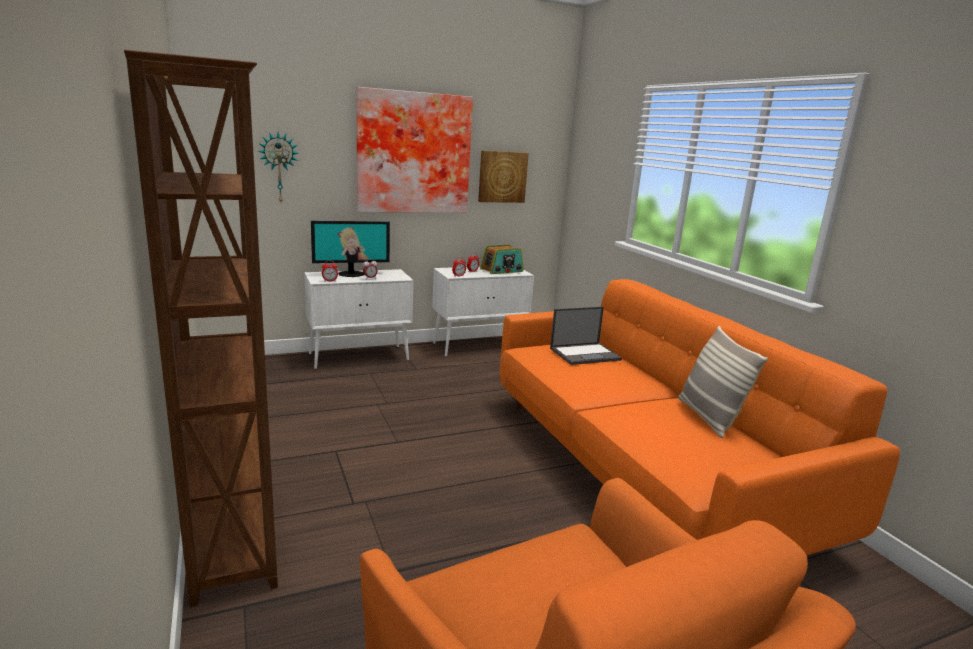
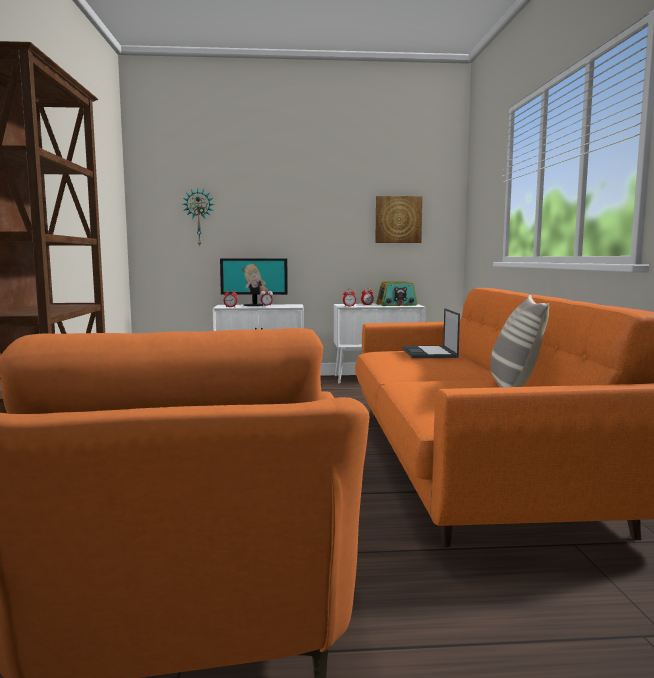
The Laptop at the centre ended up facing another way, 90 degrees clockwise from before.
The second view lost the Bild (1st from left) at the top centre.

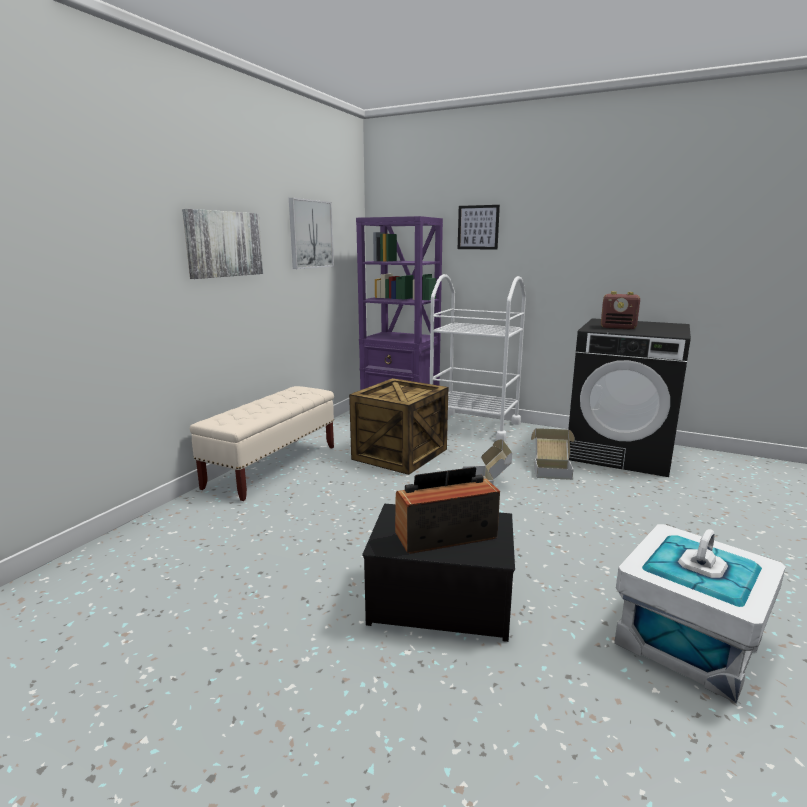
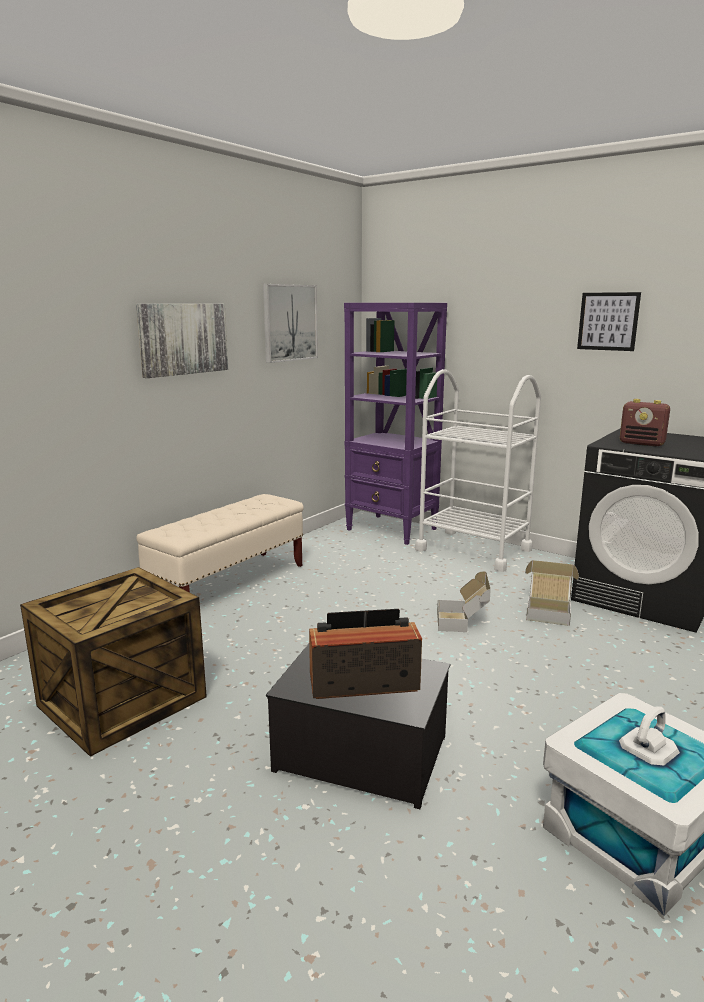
The Kiste ended up elsewhere, having gone from the centre to the middle left.
The Bild (3rd from left) ended up elsewhere, having gone from the top centre to the top right.

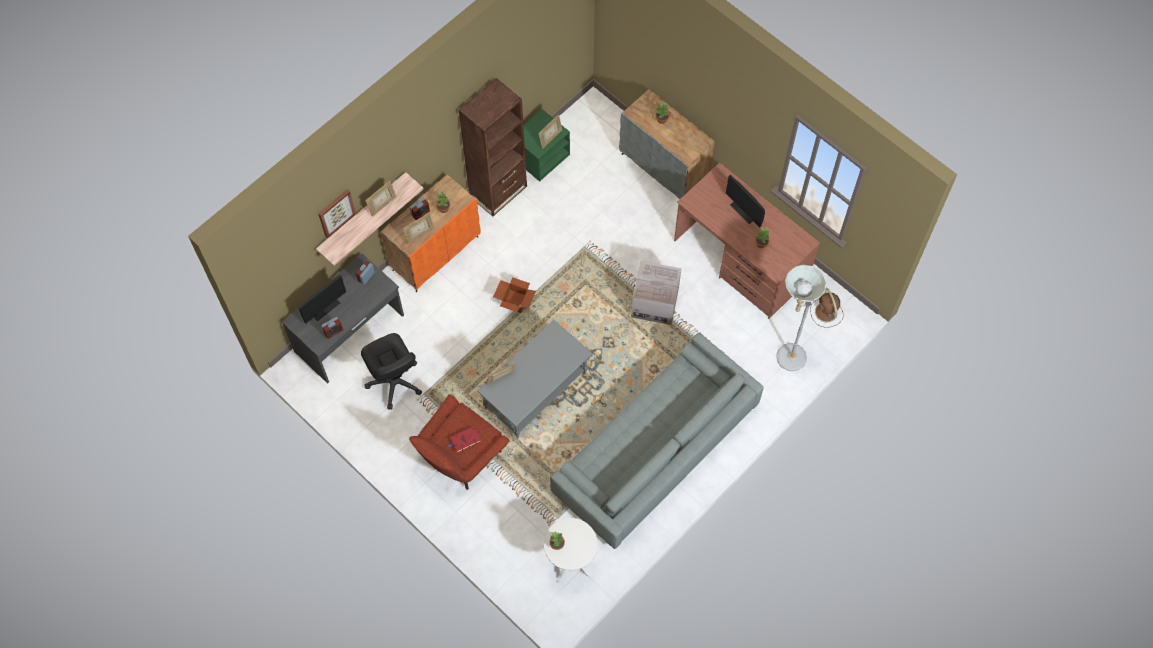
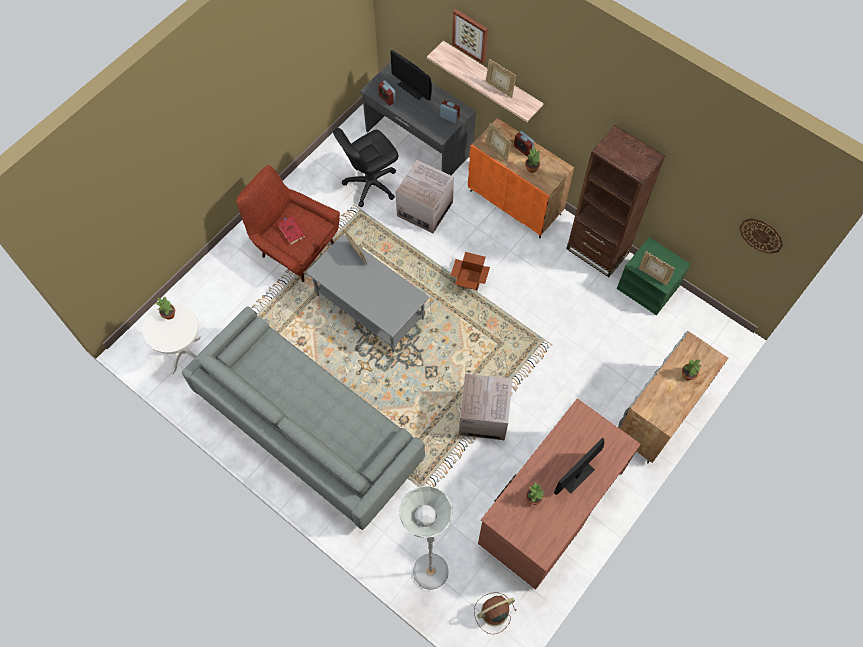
The second view gained the Karton (1st from left) at the top centre.
The second view gained the Wanduhr at the middle right.

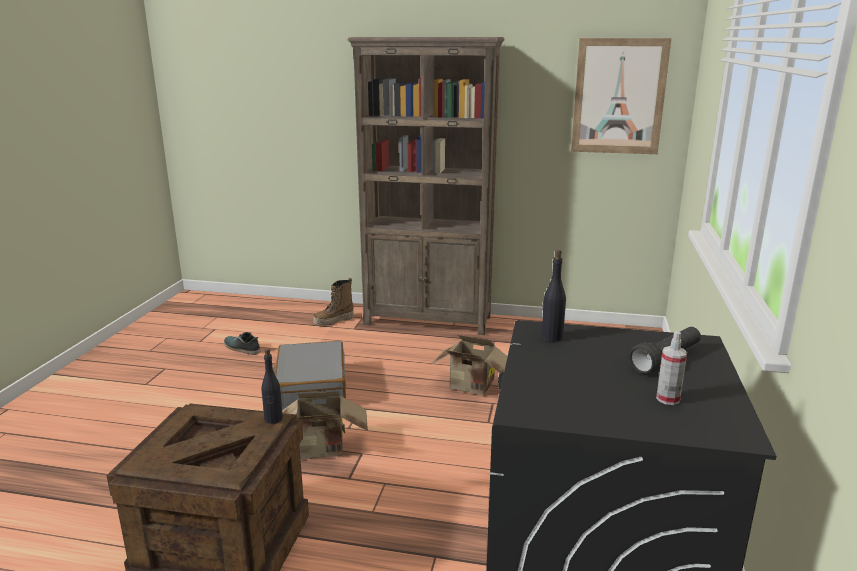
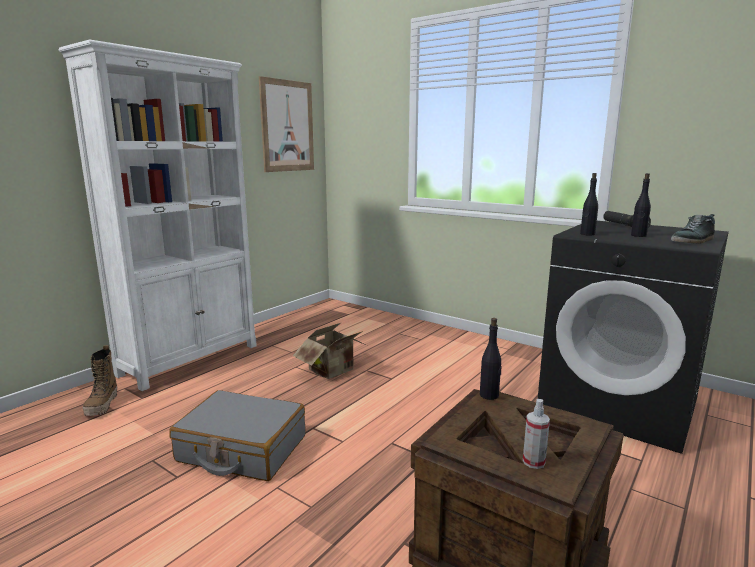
What was the Bücherregal [braun] at the top centre turned into the Bücherregal [weiß] at the middle left.
The Sprühflasche ended up elsewhere, having gone from the middle right to the bottom right.
The second view gained the Flasche [schwarz] (3rd from left) at the middle right.
The Schuh ended up elsewhere, having gone from the middle left to the middle right.
The second view lost the Karton (1st from left) at the bottom centre.

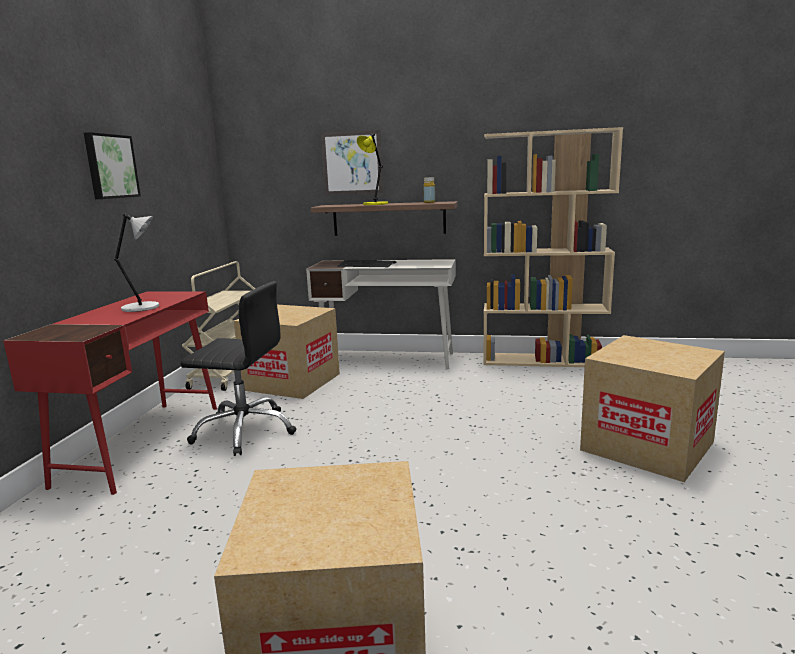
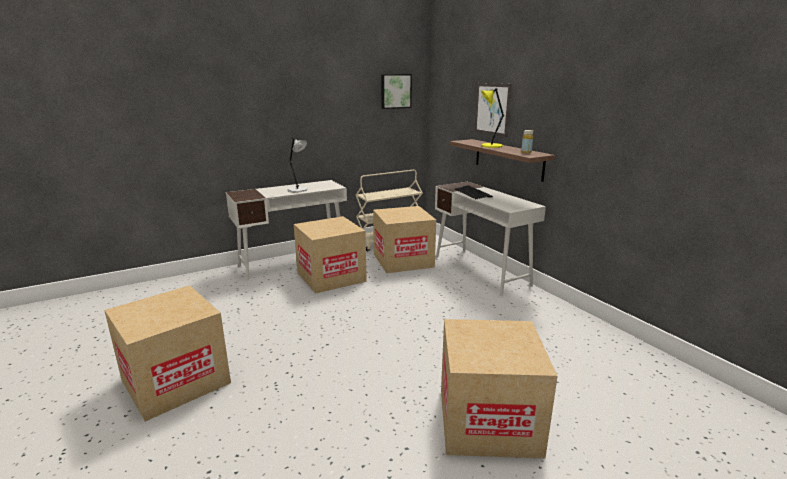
What was the Schreibtisch [rot] at the middle left turned into the Schreibtisch [weiß] (1st from left) at the centre.
Where the Bürostuhl [schwarz] stood at the middle left, the Karton (2nd from left) came to stand at the centre.
The Bild (1st from left) ended up elsewhere, having gone from the top left to the top centre.
The second view lost the Bücherregal [beige] at the middle right.

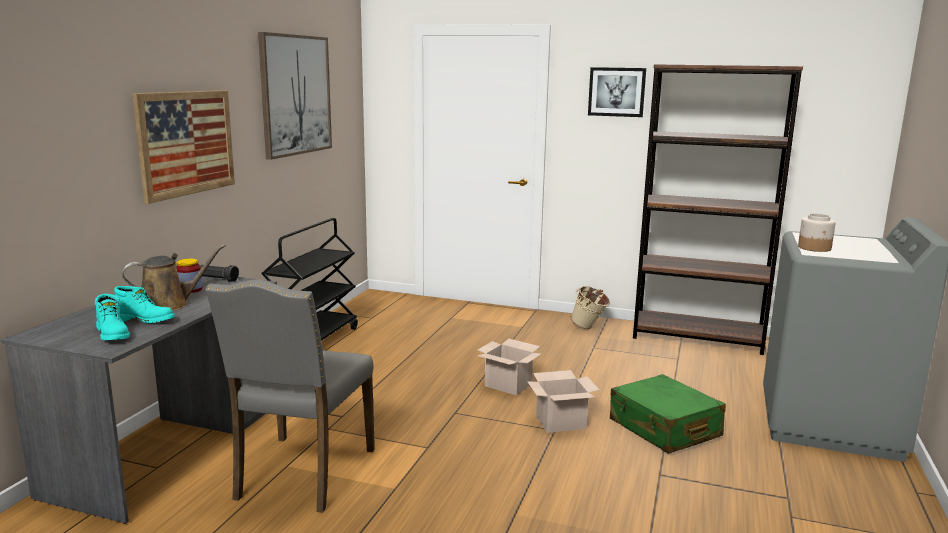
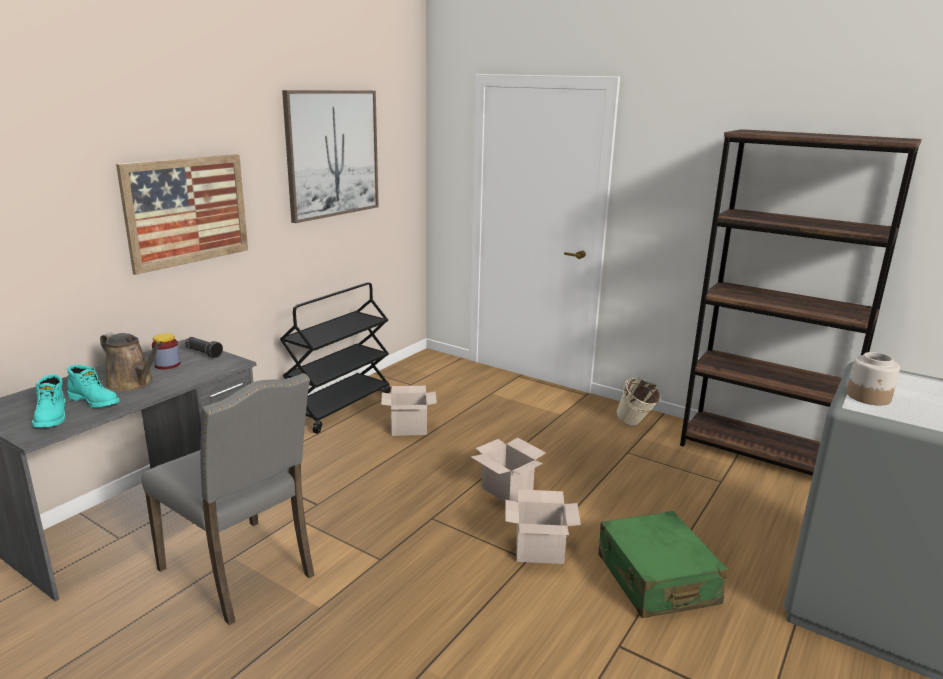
The Gießkanne [braun] at the middle left ended up facing another way, 45 degrees clockwise from before.
The Stuhl [grau] at the bottom left ended up facing another way, 75 degrees counterclockwise from before.
The second view gained the Karton (1st from left) at the centre.
The second view lost the Bild (3rd from left) at the top centre.

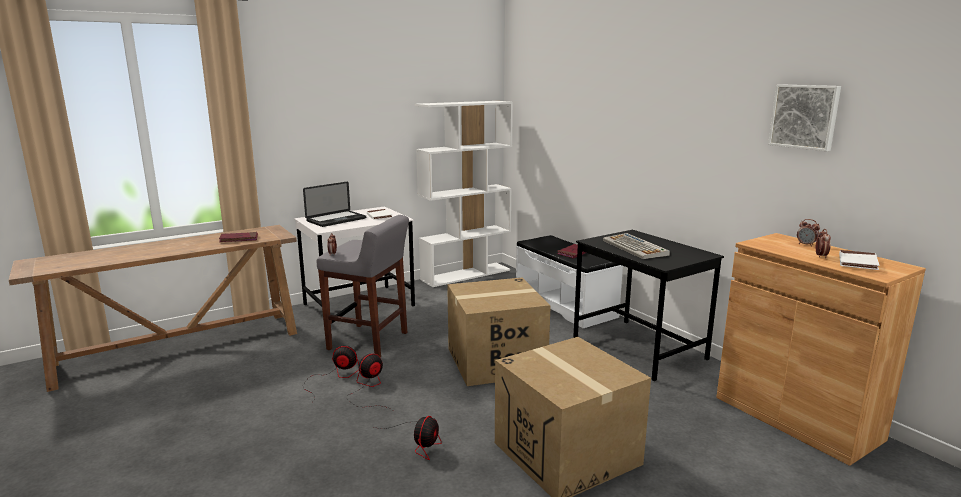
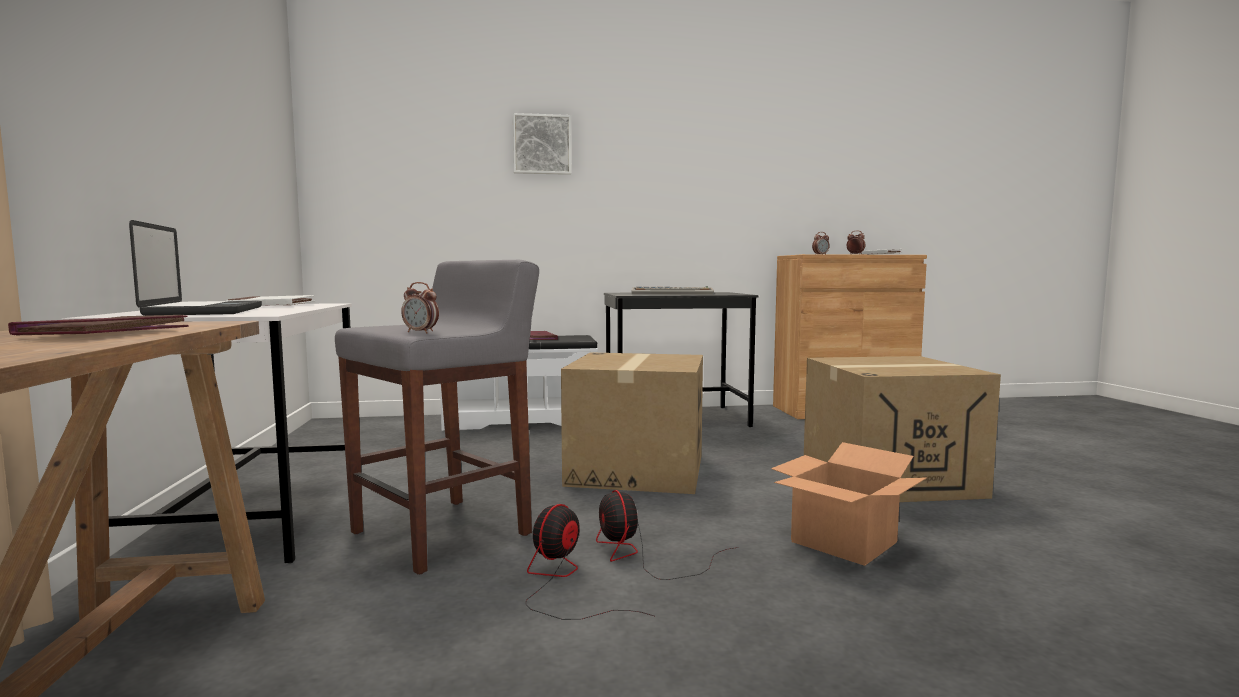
The Bild ended up elsewhere, having gone from the top right to the top centre.
Where the Ventilator (3rd from left) stood at the bottom centre, the Karton (2nd from left) came to stand at the bottom right.
The second view lost the Bücherregal [weiß] at the centre.

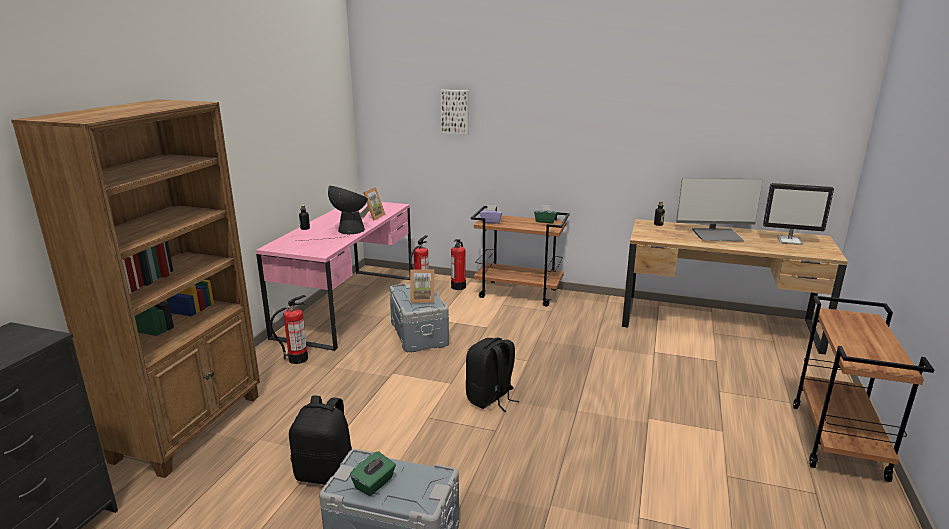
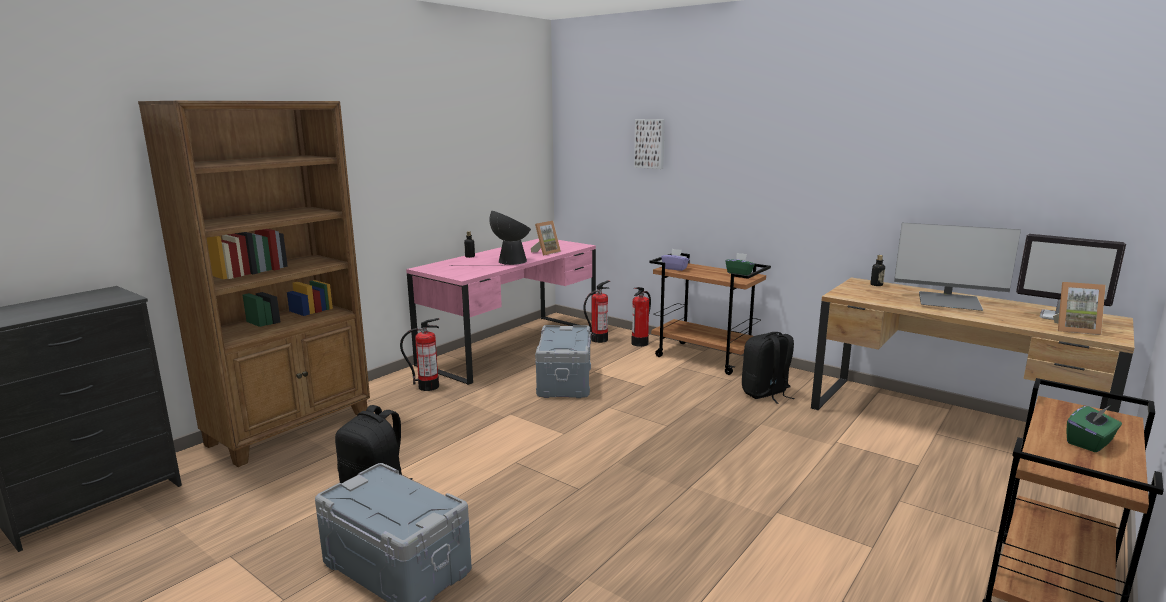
The Rucksack [schwarz] (2nd from left) ended up elsewhere, having gone from the bottom centre to the centre.
The Bilderrahmen (2nd from left) ended up elsewhere, having gone from the centre to the middle right.
The Taschentuchbox [grün] (1st from left in the first image) ended up elsewhere, having gone from the bottom centre to the bottom right.

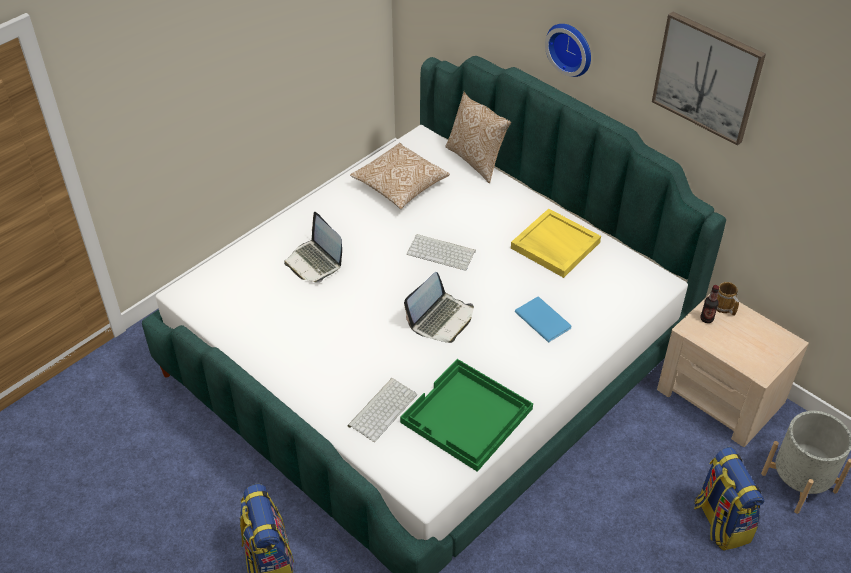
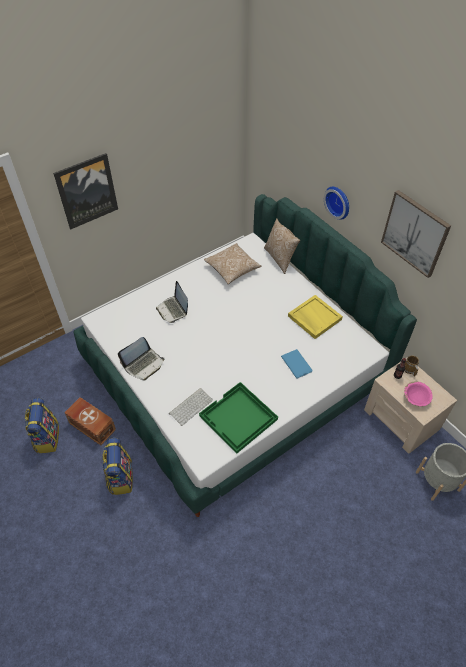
The Rucksack (2nd from left in the first image) ended up elsewhere, having gone from the bottom right to the middle left.
The second view gained the Bild (1st from left) at the top left.
The second view gained the Aufbewahrungsbox [braun] at the middle left.
The Laptop (2nd from left in the first image) ended up elsewhere, having gone from the centre to the middle left.
The second view gained the Schüssel [rosa] at the middle right.
The second view lost the Tastatur (2nd from left) at the centre.

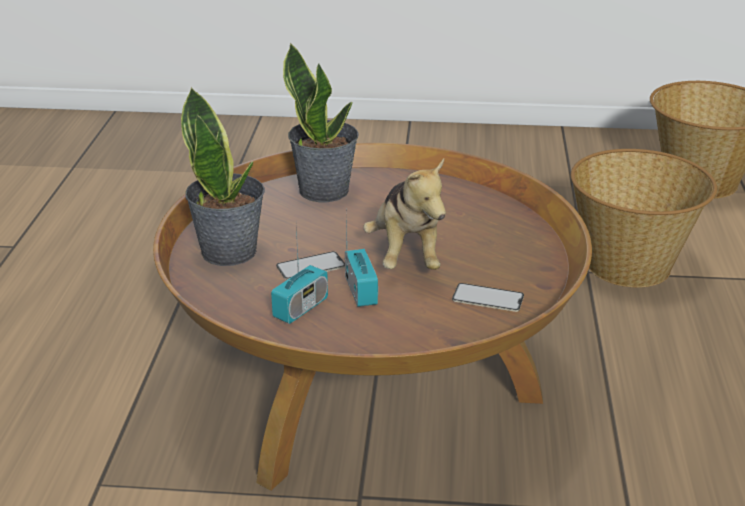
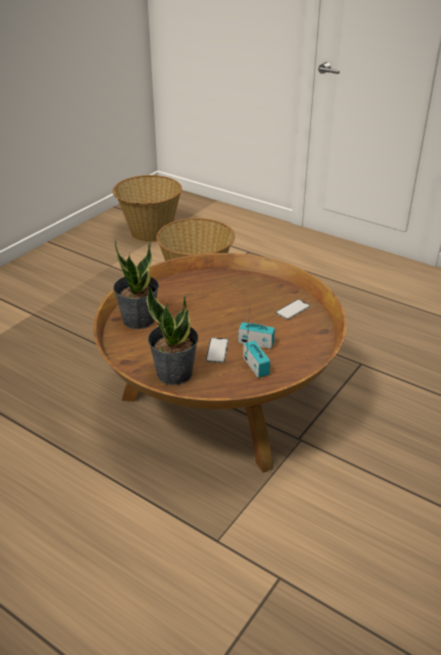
The second view lost the Plüschtier at the centre.

